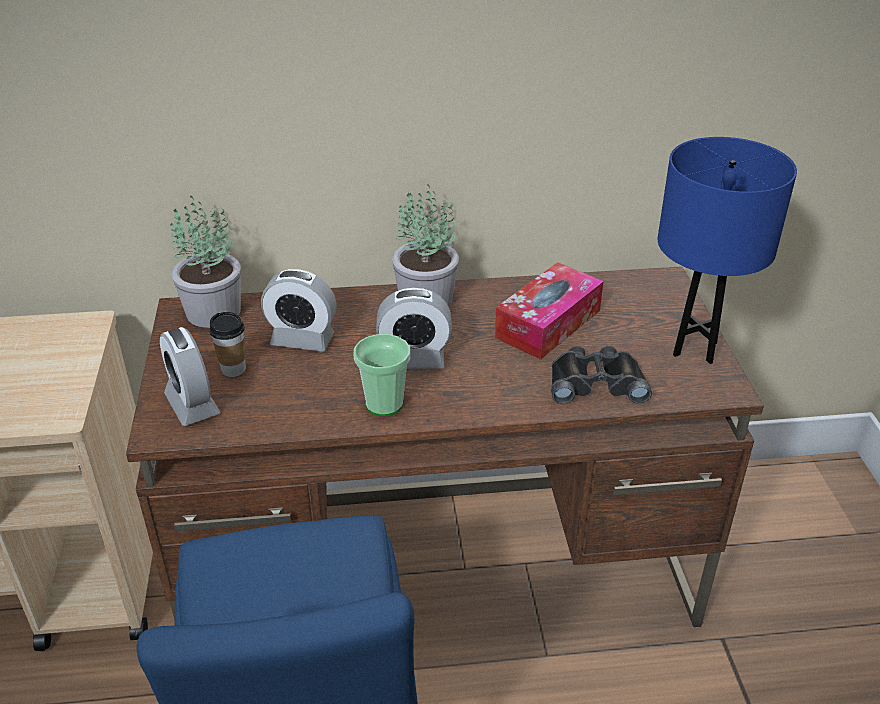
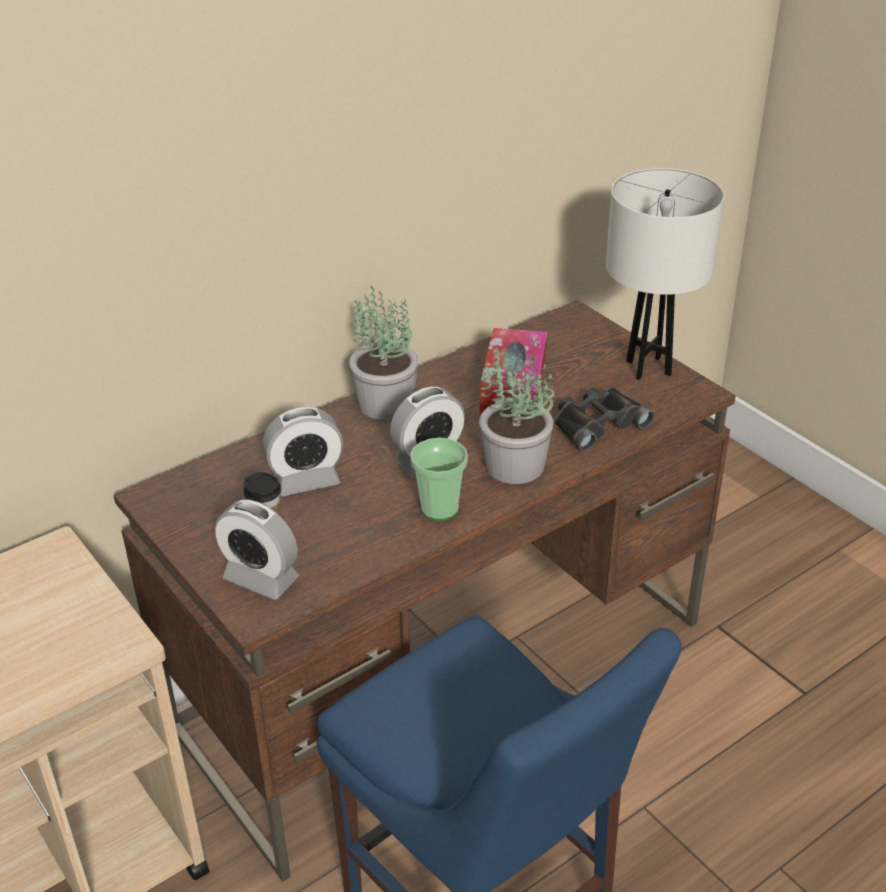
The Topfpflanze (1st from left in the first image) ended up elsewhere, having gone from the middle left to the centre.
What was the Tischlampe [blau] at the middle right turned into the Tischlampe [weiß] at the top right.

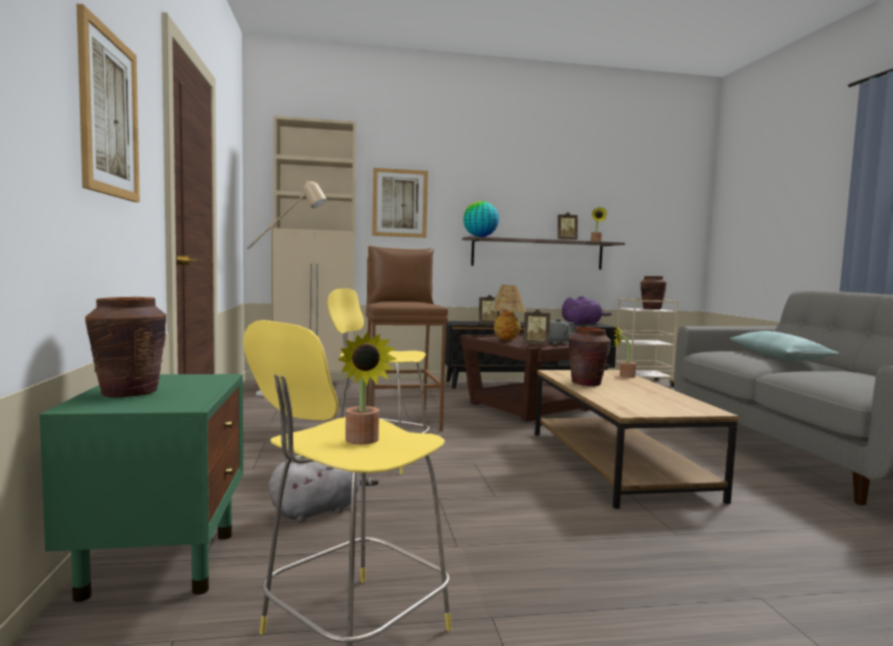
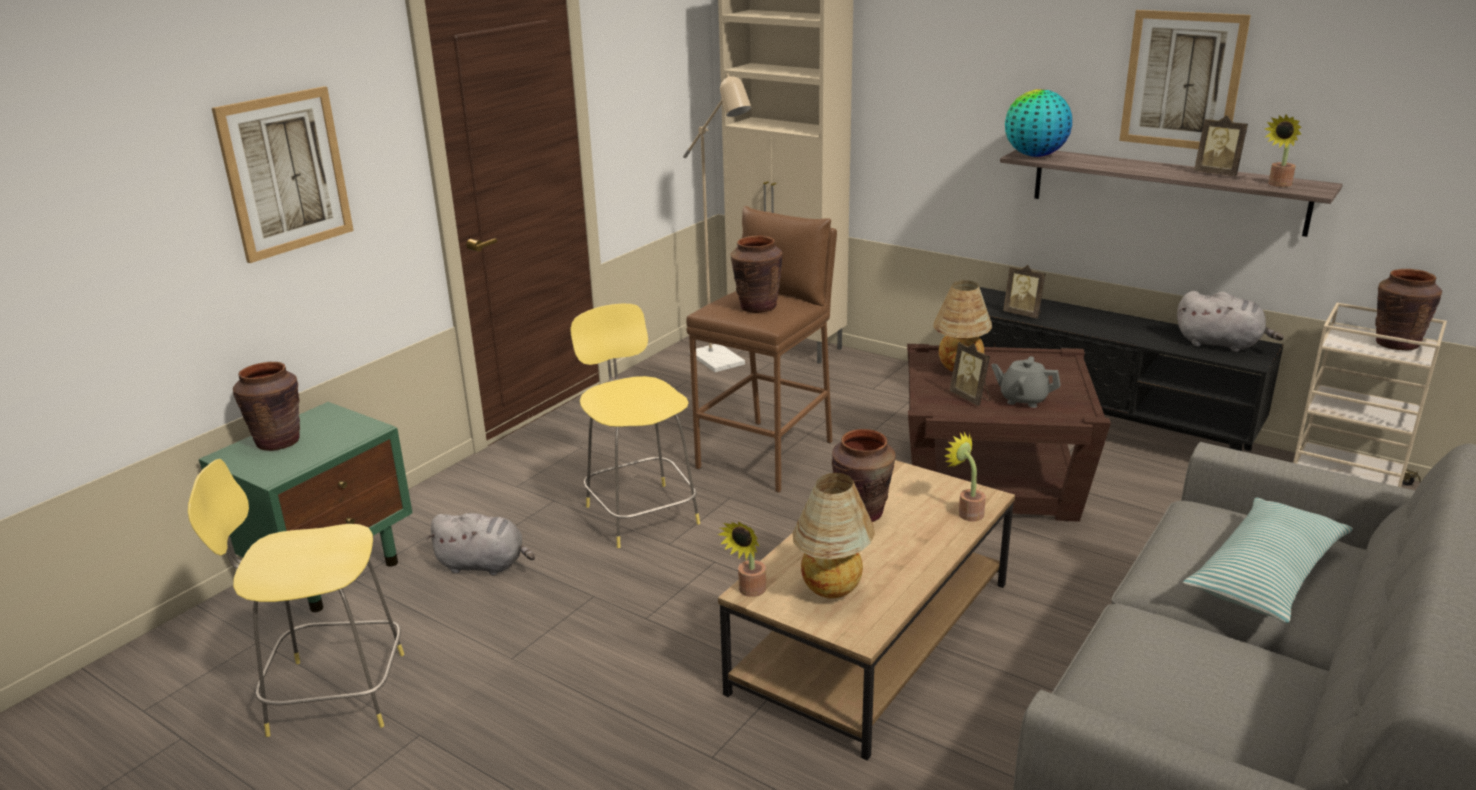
The Topfpflanze (1st from left) ended up elsewhere, having gone from the centre to the bottom centre.
The second view gained the Vase [braun] (2nd from left) at the centre.
The second view gained the Tischlampe (1st from left) at the bottom centre.
The Bild (2nd from left) ended up elsewhere, having gone from the top centre to the top right.
What was the Plüschtier [lila] at the centre turned into the Plüschtier [grau] (2nd from left) at the middle right.

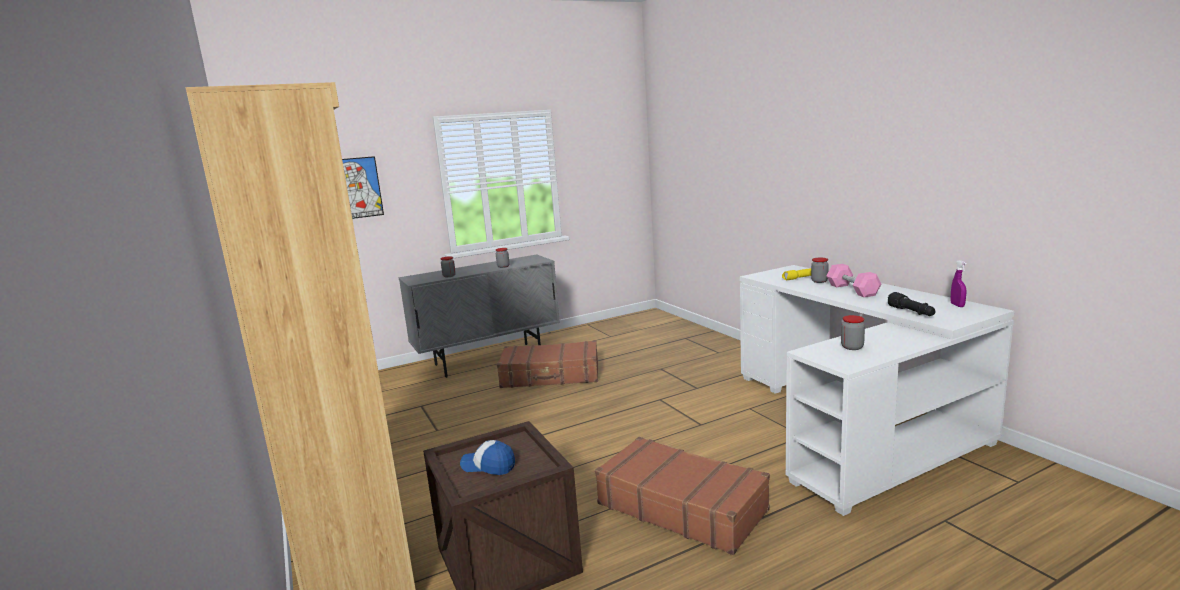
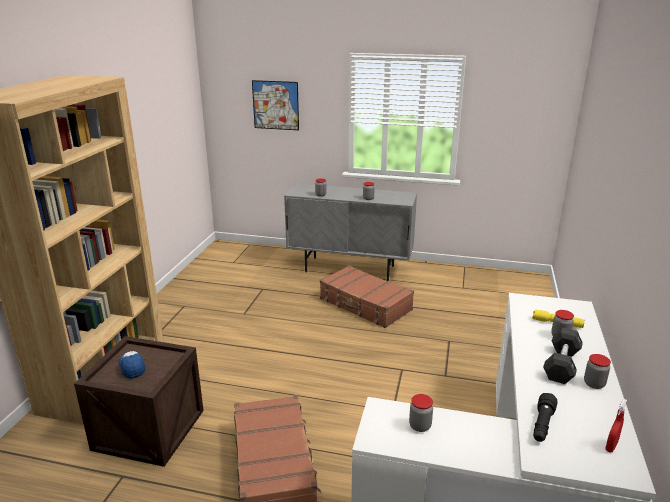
What was the Hantel [rosa] at the middle right turned into the Hantel [schwarz] at the bottom right.
The second view gained the Vorratsglas (5th from left) at the bottom right.
What was the Sprühflasche [lila] at the middle right turned into the Sprühflasche [rot] at the bottom right.

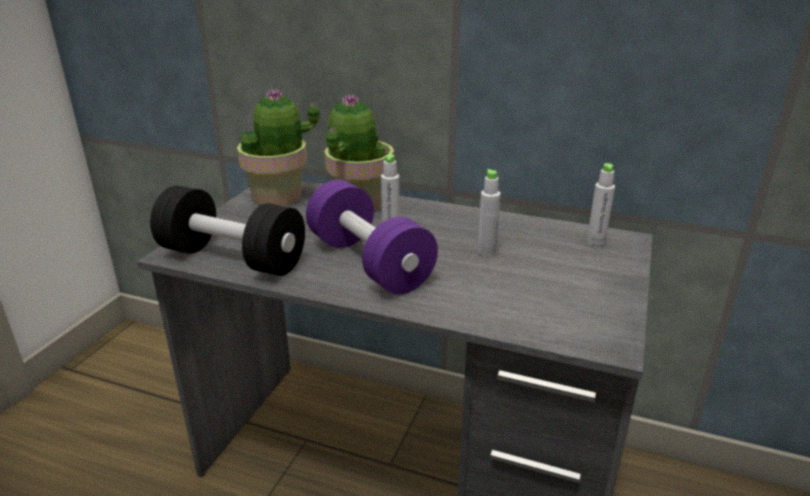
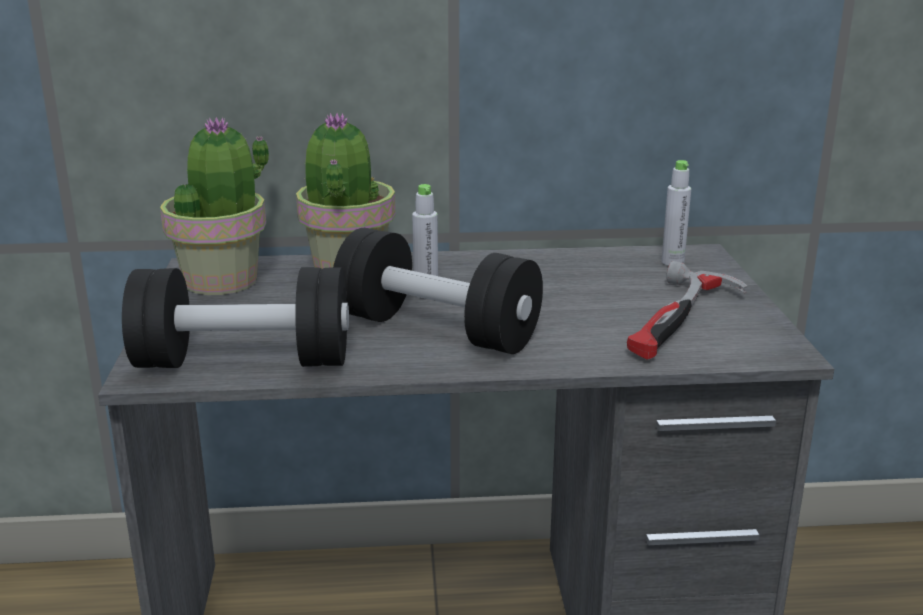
What was the Hantel [lila] at the centre turned into the Hantel [schwarz] (2nd from left) at the centre.
The second view gained the Hammer at the middle right.
The second view lost the Flasche [grau] (2nd from left) at the centre.

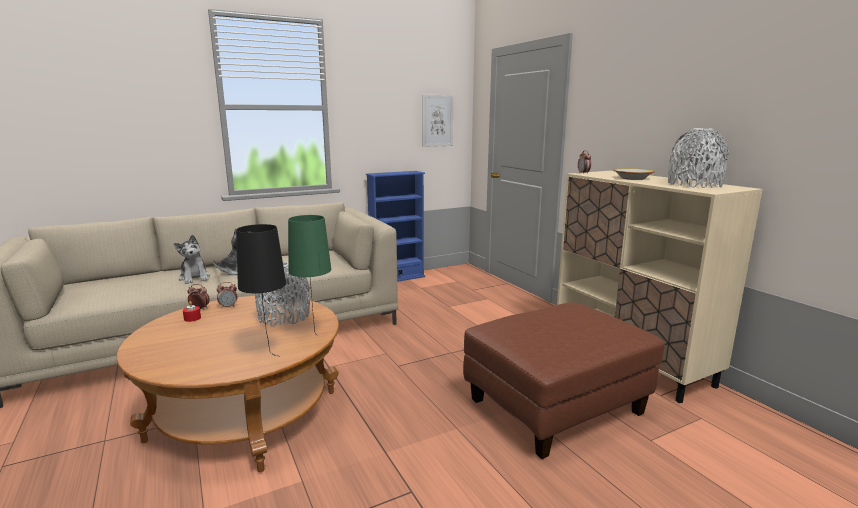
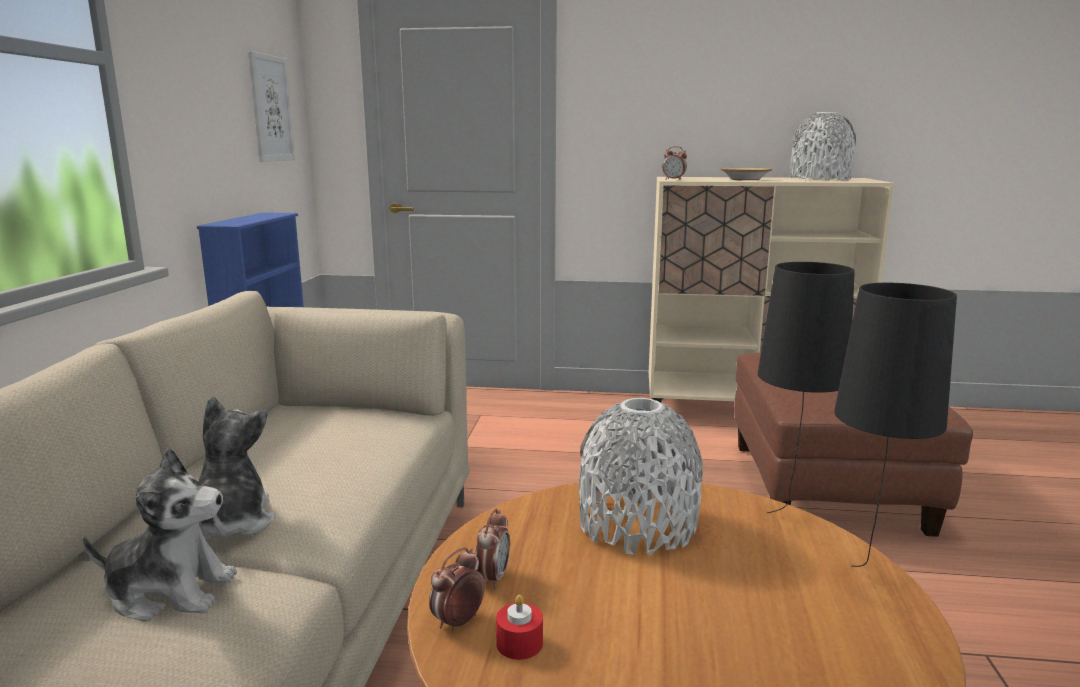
What was the Tischlampe [grün] at the centre turned into the Tischlampe [schwarz] (1st from left) at the middle right.

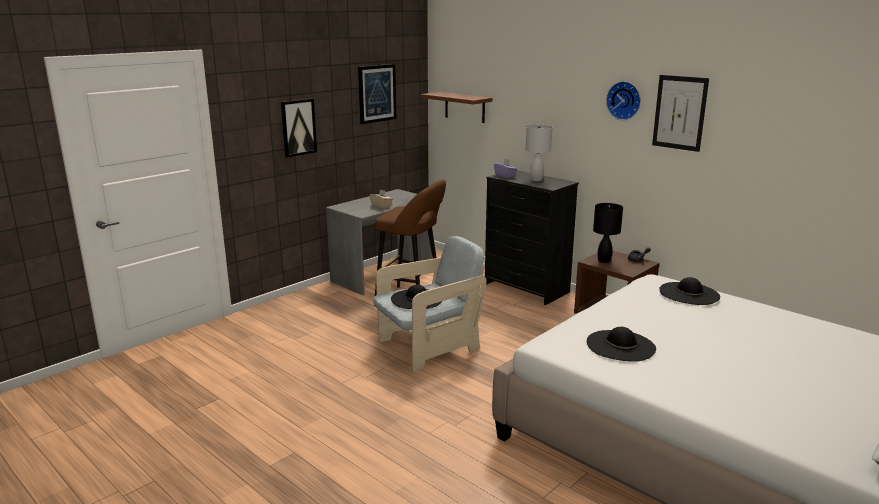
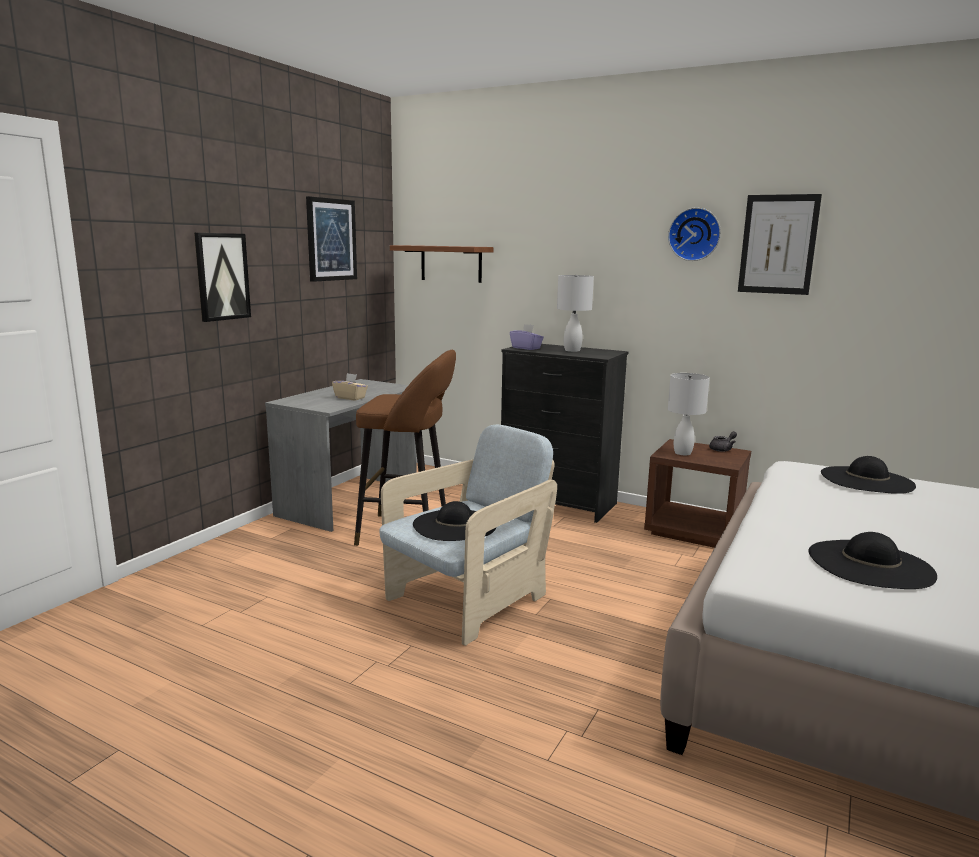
What was the Tischlampe [schwarz] at the middle right turned into the Tischlampe [weiß] (2nd from left) at the middle right.

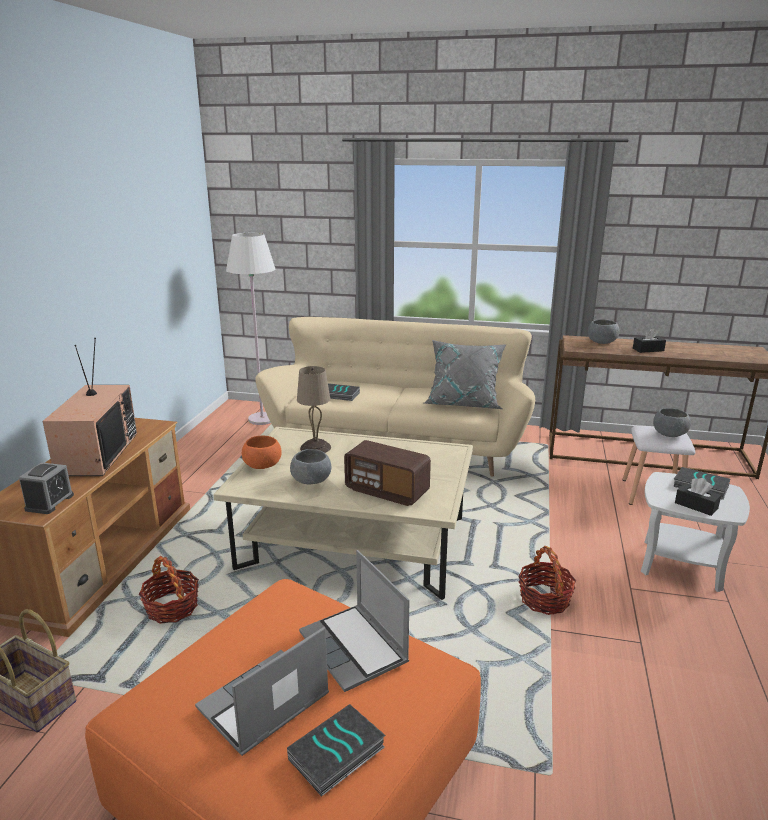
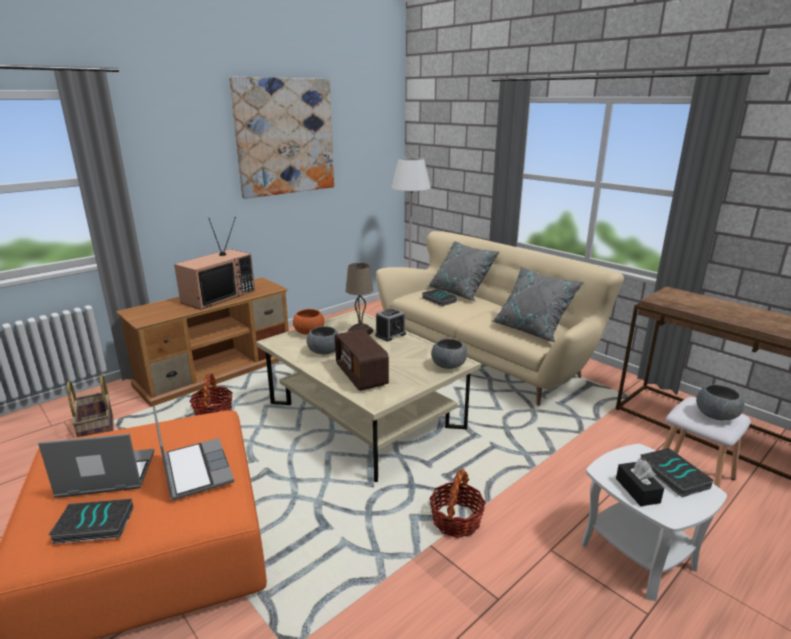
The Laptop (2nd from left) at the bottom centre ended up facing another way, 150 degrees clockwise from before.
The second view gained the Bild at the top centre.
The Wecker ended up elsewhere, having gone from the middle left to the centre.
The second view gained the Kissen [grau] (1st from left) at the centre.
The Schüssel [grau] (2nd from left) ended up elsewhere, having gone from the middle right to the centre.
The second view lost the Taschentuchbox [schwarz] (1st from left) at the middle right.

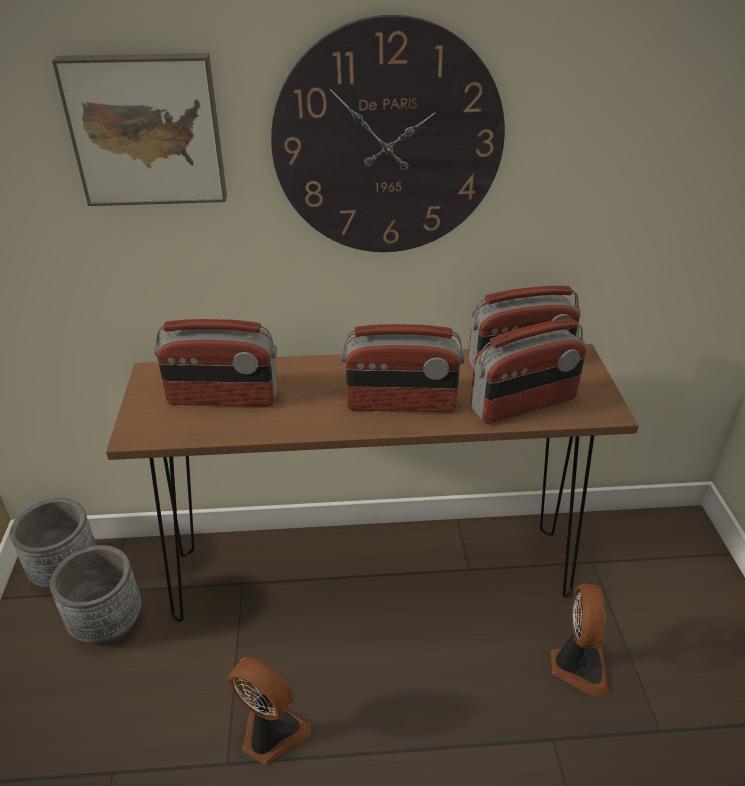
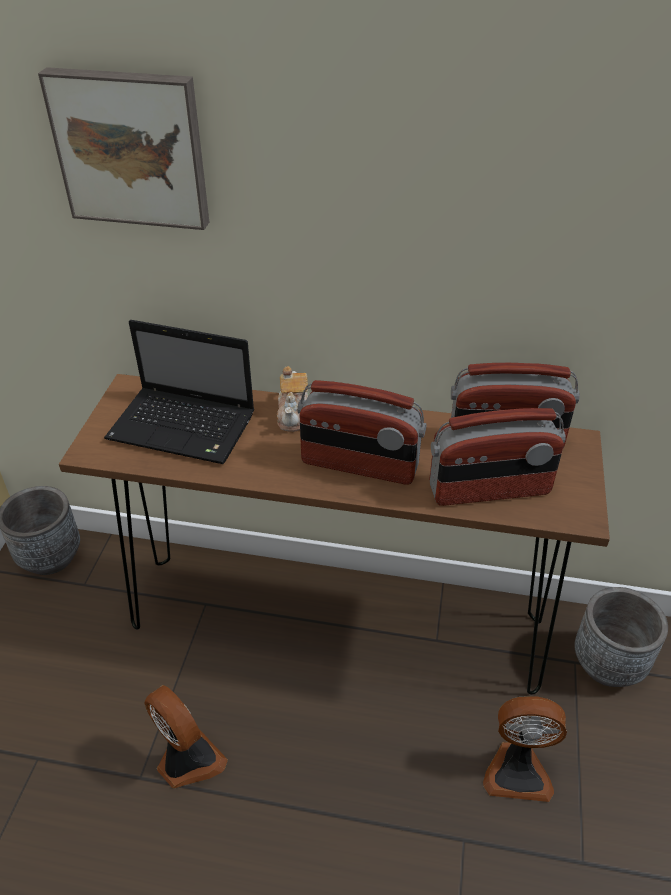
Where the Radio (1st from left) stood at the middle left, the Laptop came to stand at the middle left.
The second view gained the Teekanne at the centre.
The Ventilator (2nd from left) at the bottom right ended up facing another way, 75 degrees clockwise from before.
The Pflanzkübel [grau] (2nd from left) ended up elsewhere, having gone from the bottom left to the bottom right.
The second view lost the Wanduhr at the top centre.

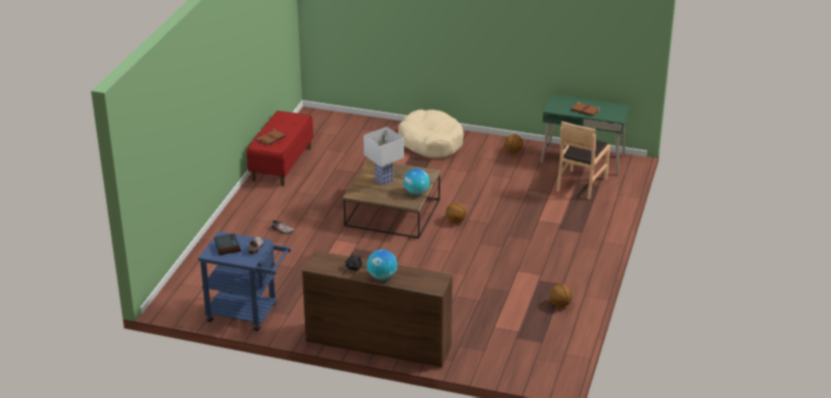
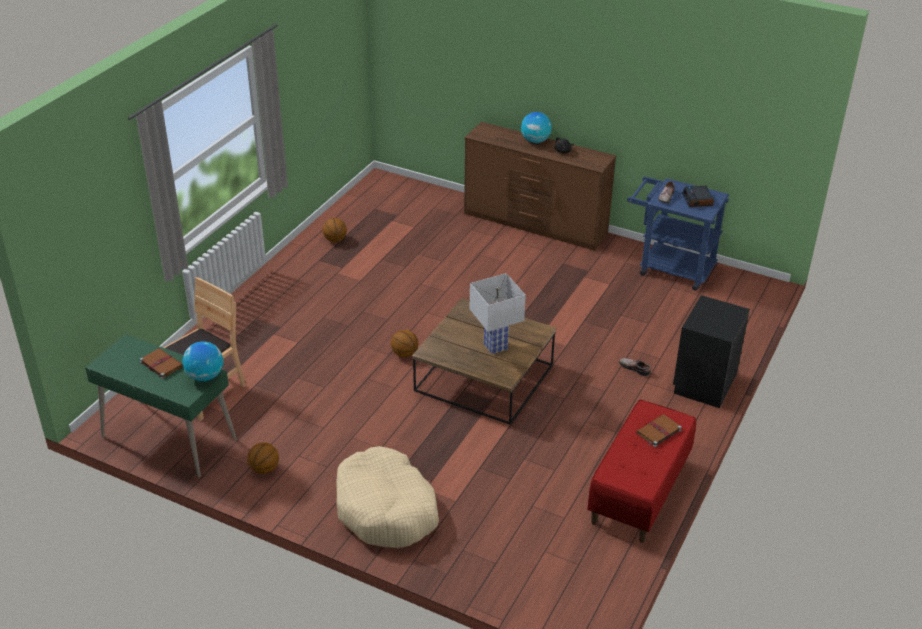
The Globus (2nd from left in the first image) ended up elsewhere, having gone from the centre to the middle left.
The second view gained the Nachttisch [schwarz] at the middle right.

